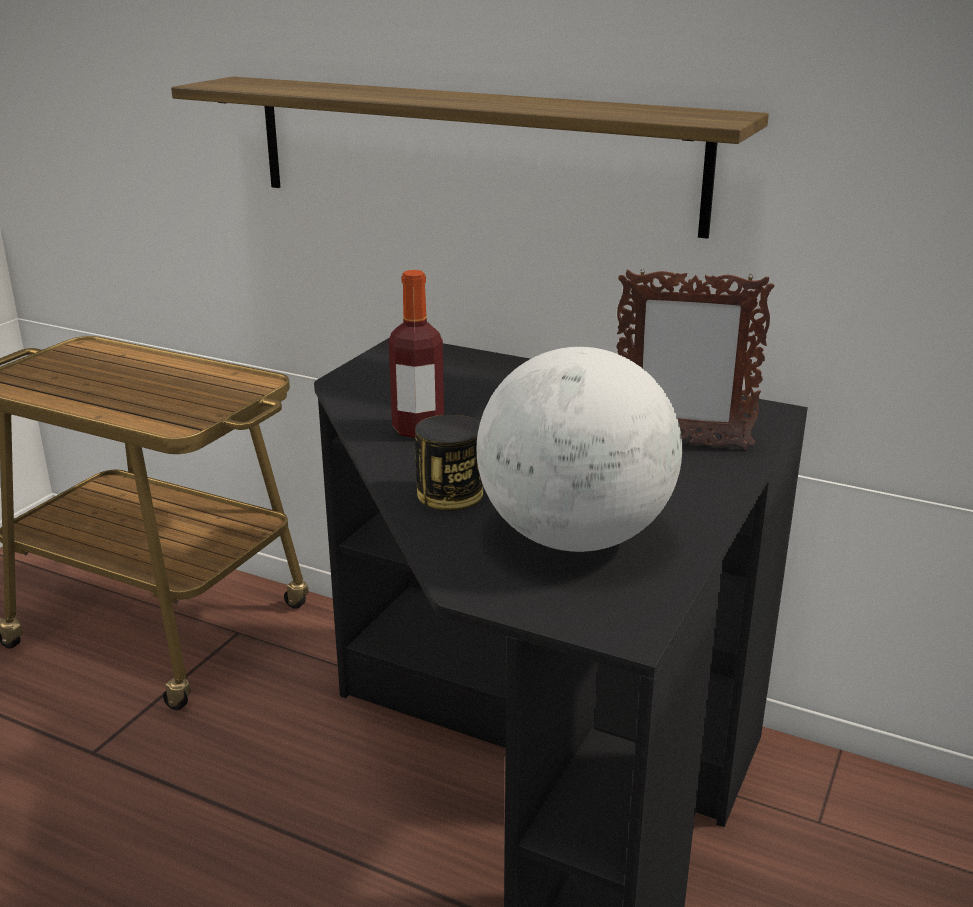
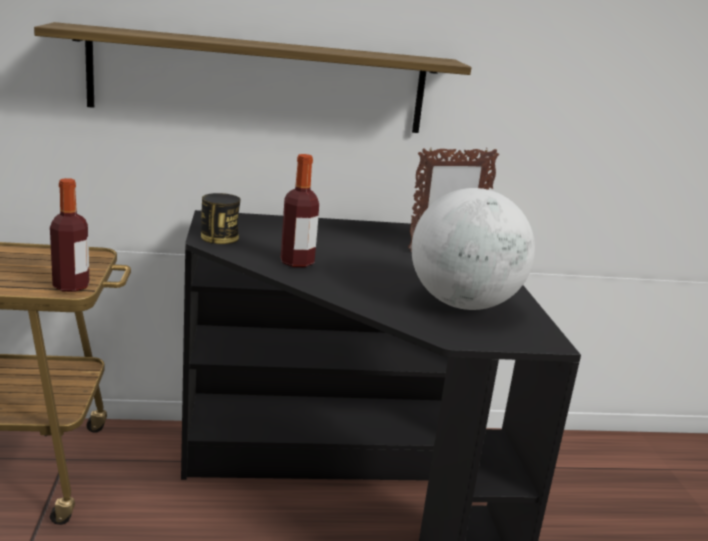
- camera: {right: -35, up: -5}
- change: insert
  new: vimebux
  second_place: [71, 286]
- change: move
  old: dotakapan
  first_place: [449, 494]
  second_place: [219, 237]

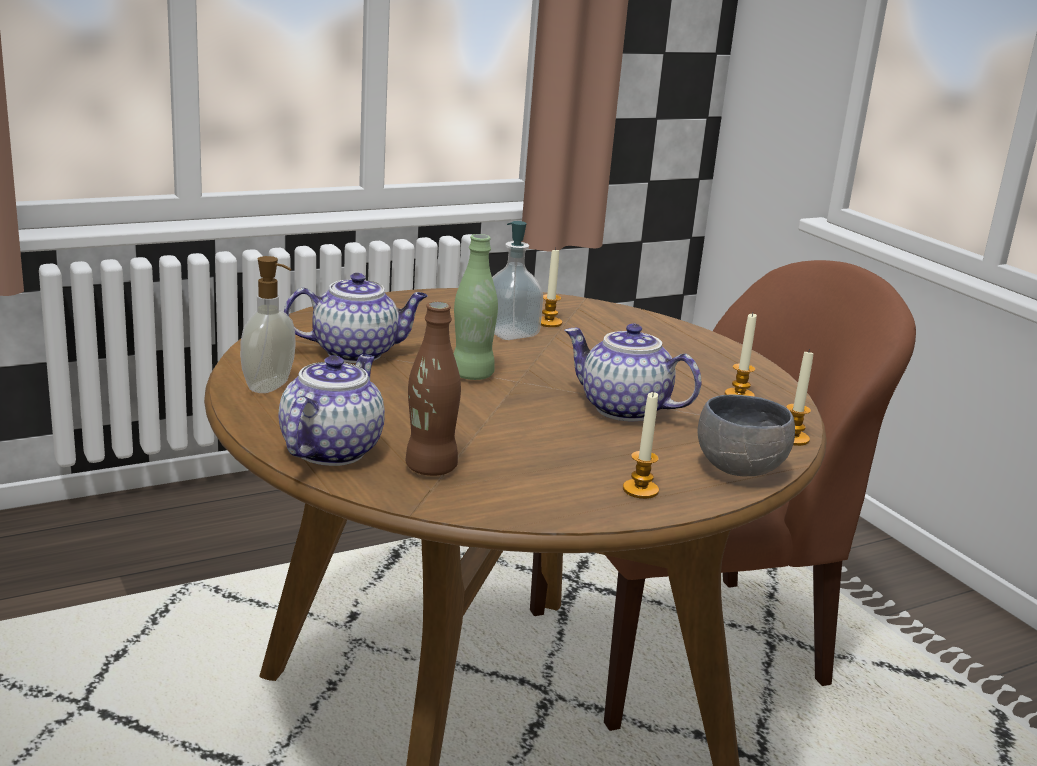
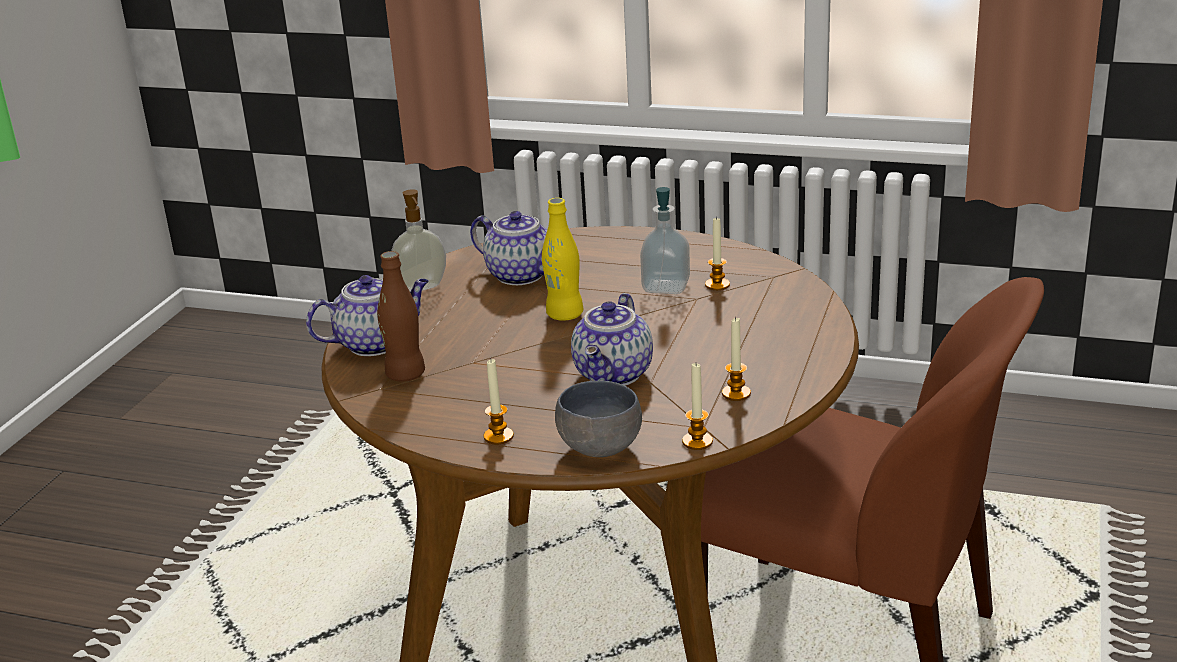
- camera: {right: 50, up: 5}
- change: recolor
  old: vimebux (green)
  new: vimebux (yellow)
  first_place: [472, 375]
  second_place: [564, 315]
- change: rotate
  old: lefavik
  first_place: [622, 409]
  second_place: [615, 375]
  degrees: -150

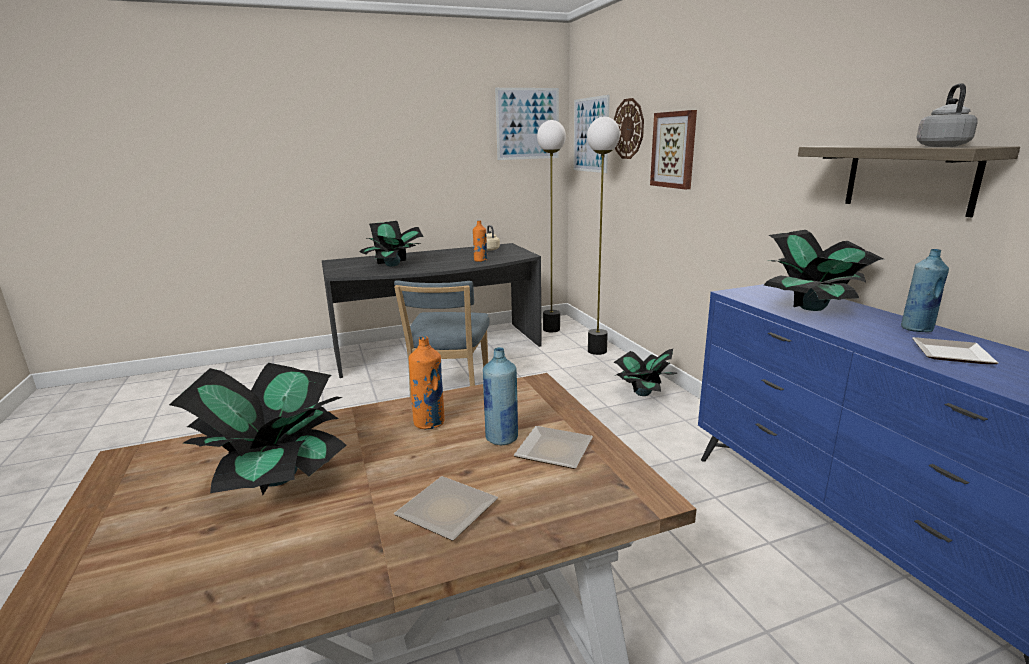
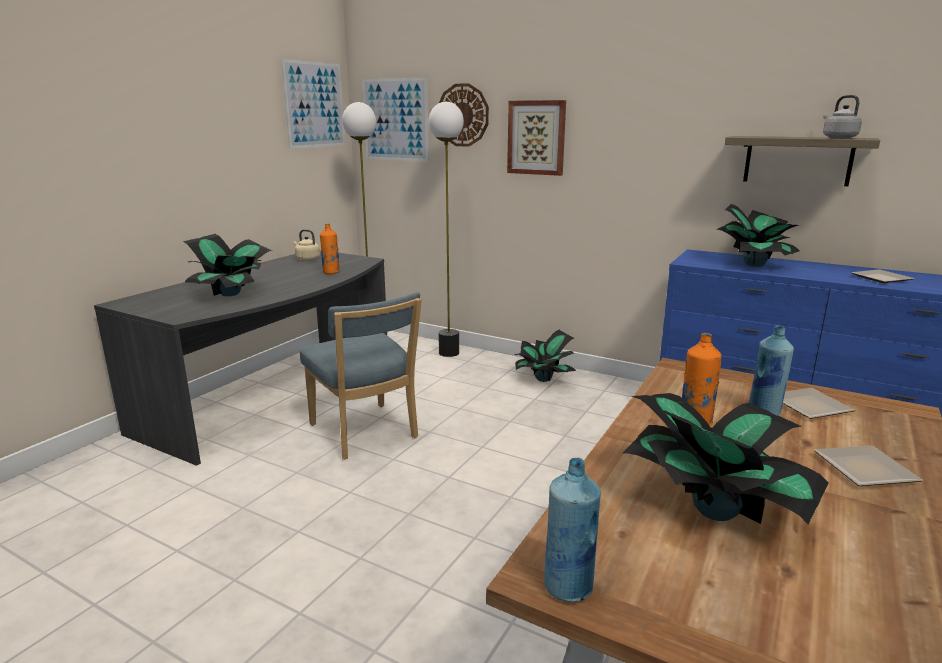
- camera: {right: -40, up: 0}
- change: move
  old: vimebux (blue)
  first_place: [917, 329]
  second_place: [568, 587]

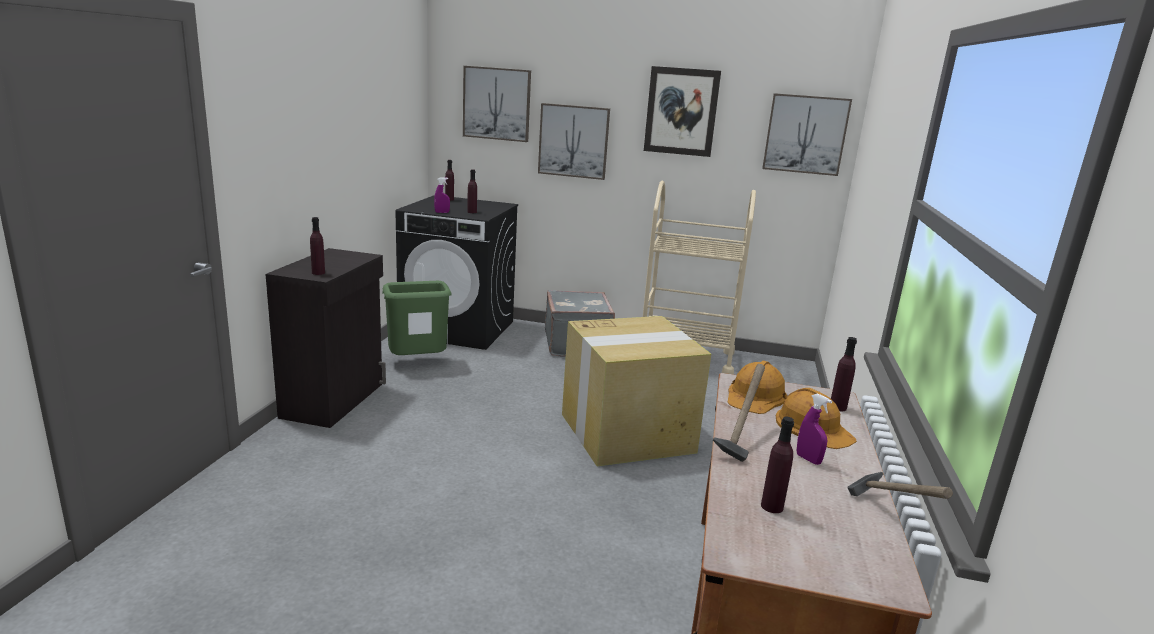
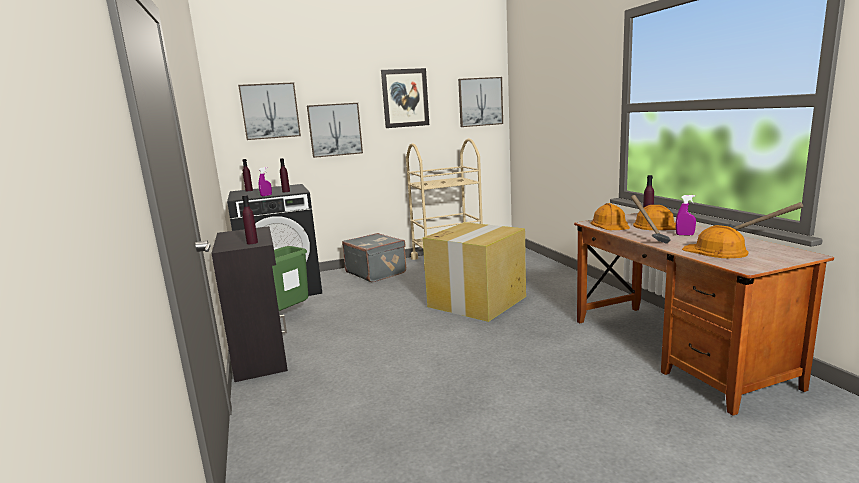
- camera: {right: -30, up: -5}
- change: replace
  old: vimebux (purple)
  new: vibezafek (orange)
  first_place: [772, 506]
  second_place: [715, 251]

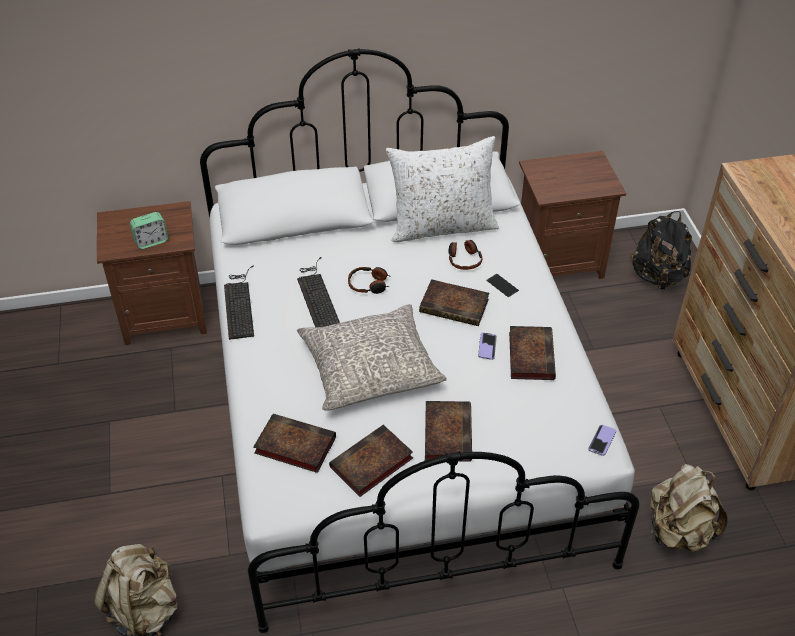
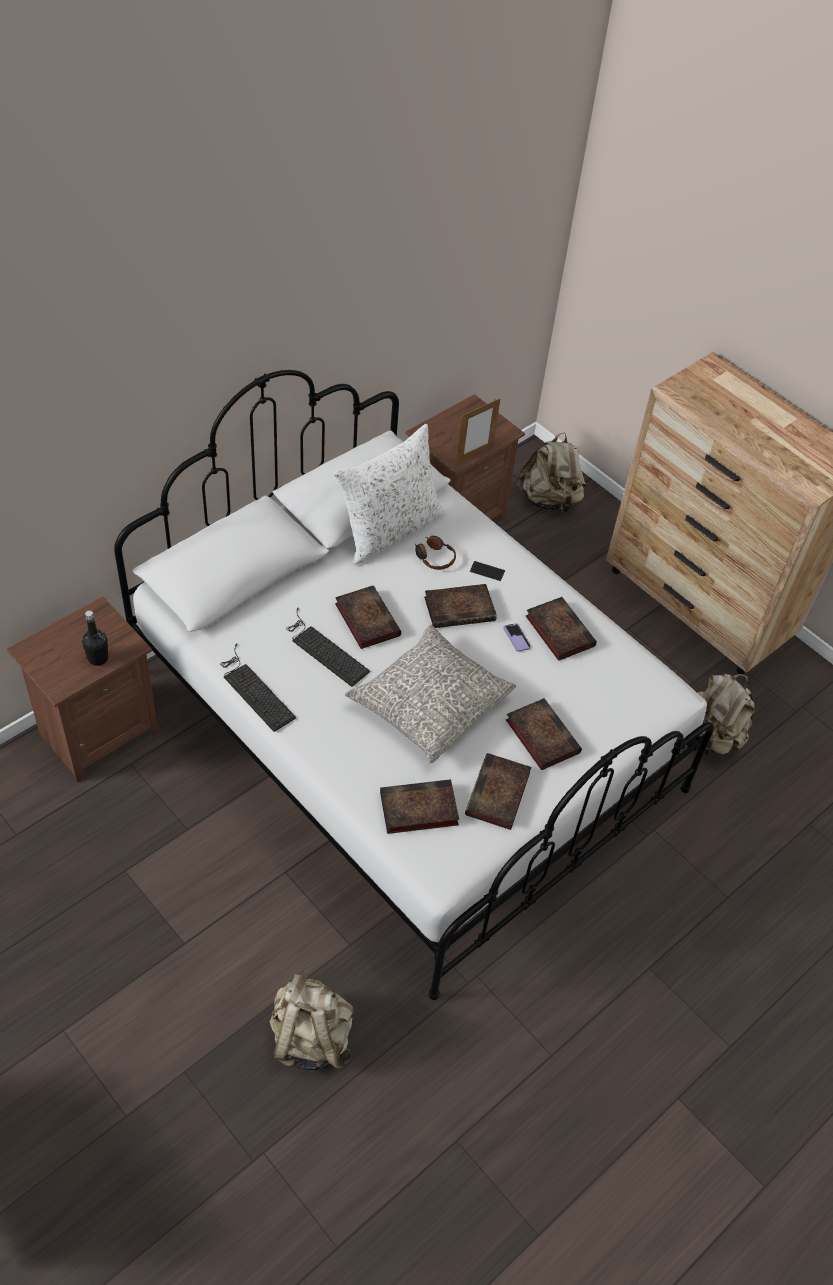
- camera: {right: -35, up: 5}
- change: replace
  old: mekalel
  new: vimebux (black)
  first_place: [151, 241]
  second_place: [98, 658]
- change: replace
  old: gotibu
  new: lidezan
  first_place: [369, 285]
  second_place: [366, 619]
- change: insert
  new: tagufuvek
  second_place: [475, 454]
- change: recolor
  old: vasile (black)
  new: vasile (beige)
  first_place: [657, 276]
  second_place: [549, 500]
- change: delete
  old: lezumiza
  first_place: [602, 441]

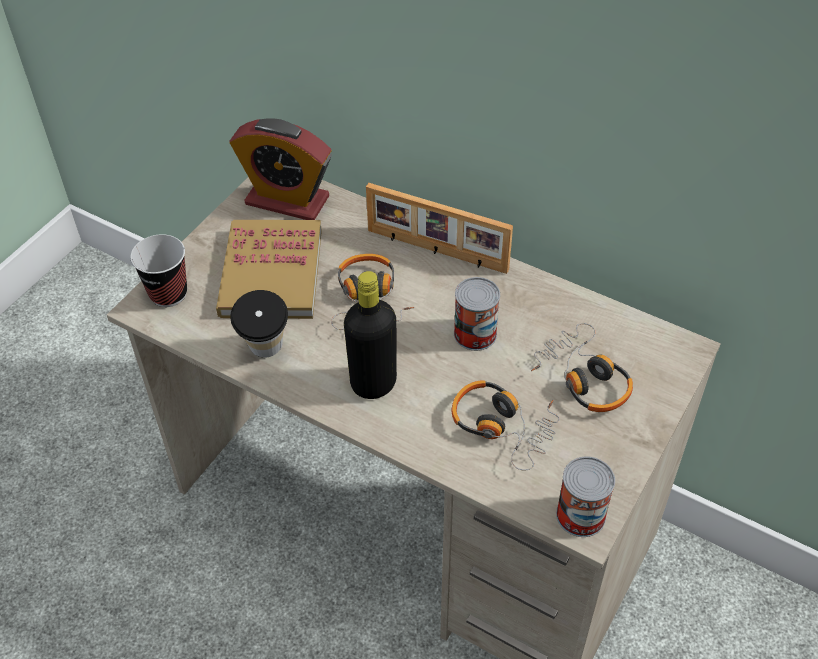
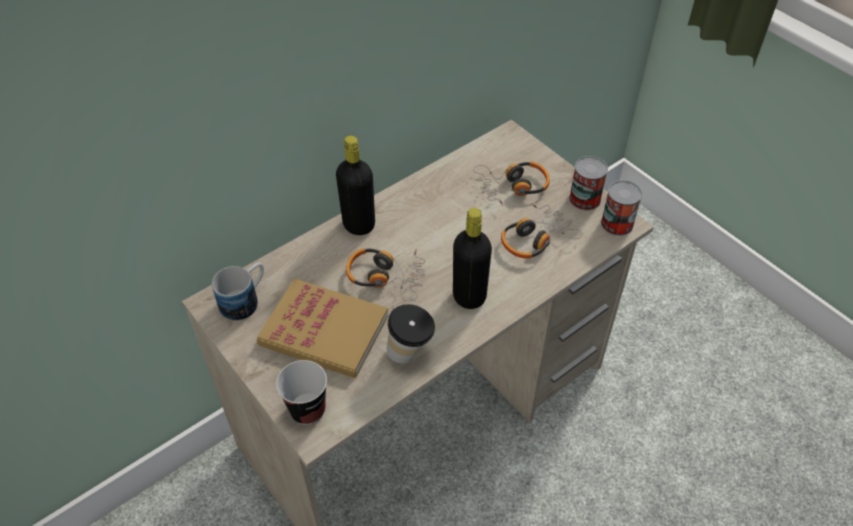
- camera: {right: -70, up: 0}
- change: replace
  old: mekalel
  new: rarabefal
  first_place: [287, 200]
  second_place: [245, 300]
- change: replace
  old: tagufuvek
  new: vimebux (black)
  first_place: [436, 251]
  second_place: [359, 225]
- change: move
  old: dotakapan
  first_place: [475, 334]
  second_place: [584, 199]

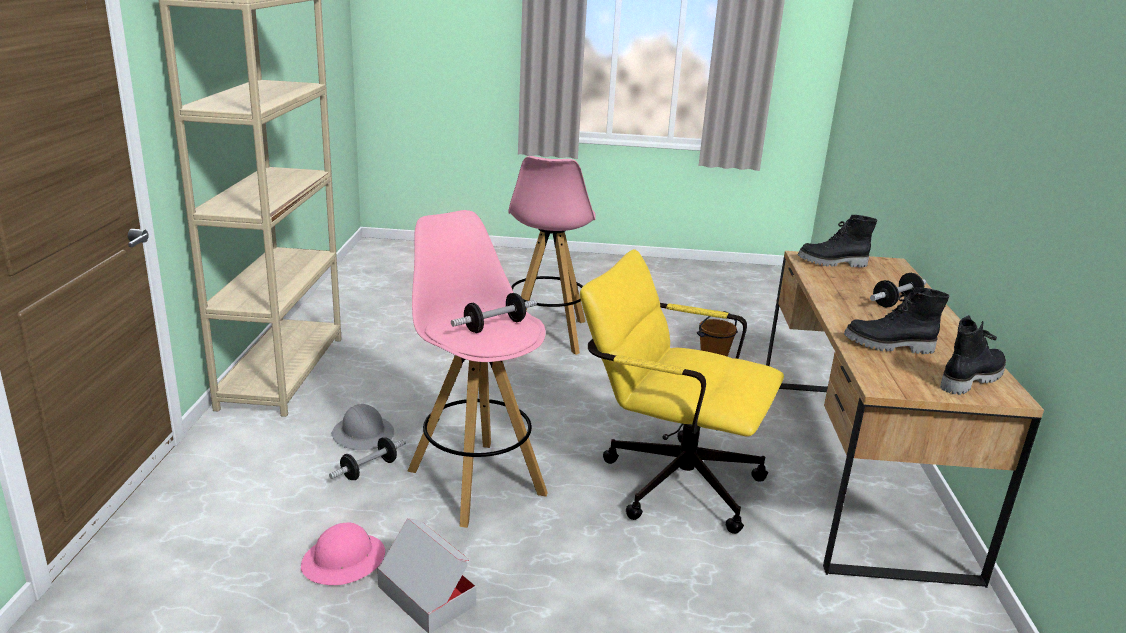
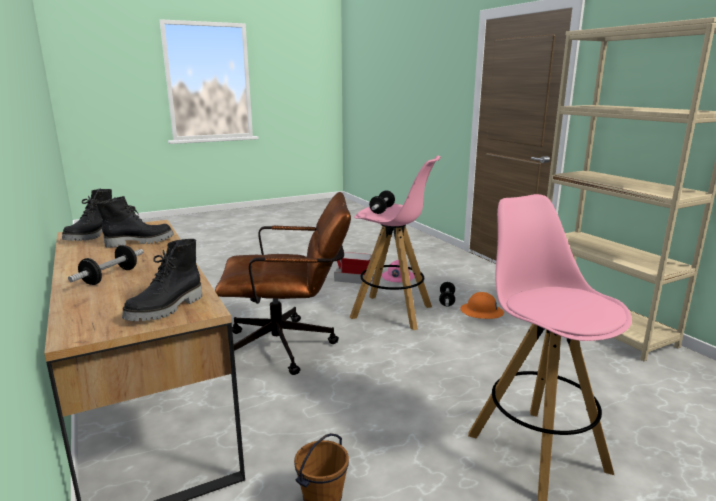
- camera: {right: 150, up: -5}
- change: rotate
  old: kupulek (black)
  first_place: [832, 263]
  second_place: [166, 309]
  degrees: 150
- change: recolor
  old: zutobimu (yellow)
  new: zutobimu (brown)
  first_place: [668, 479]
  second_place: [289, 346]
- change: recolor
  old: vibezafek (grey)
  new: vibezafek (orange)
  first_place: [363, 434]
  second_place: [481, 312]

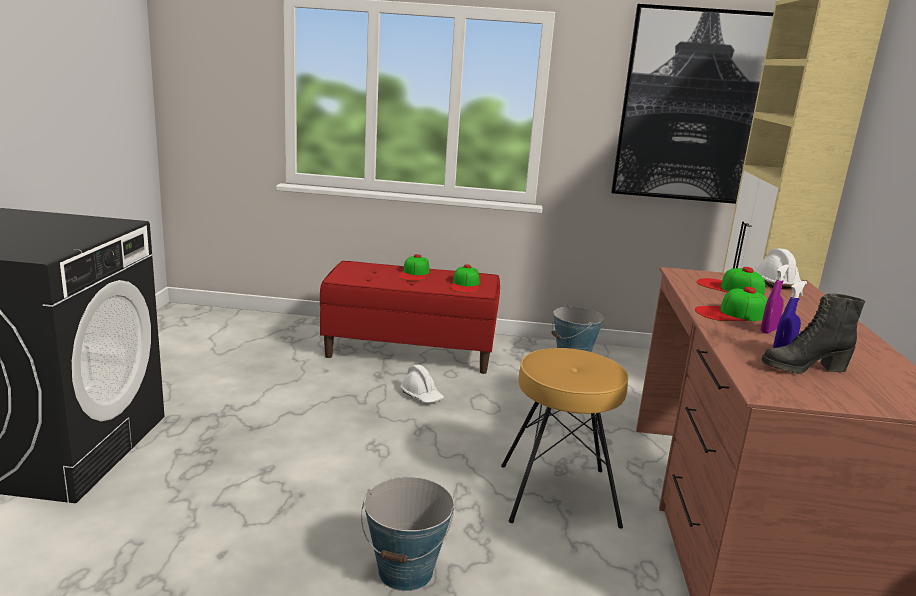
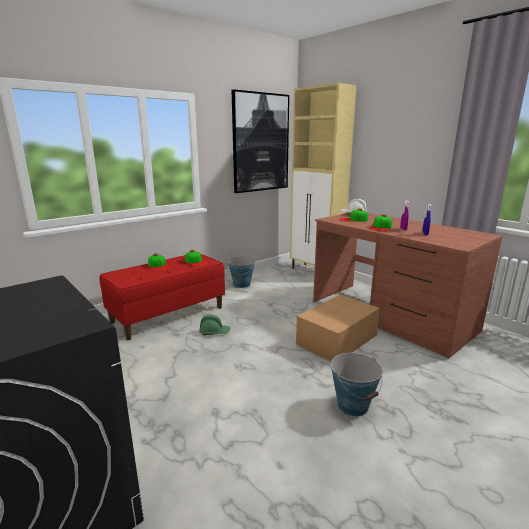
- camera: {right: -45, up: 0}
- change: recolor
  old: vibezafek (white)
  new: vibezafek (green)
  first_place: [421, 395]
  second_place: [214, 332]
- change: replace
  old: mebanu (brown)
  new: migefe
  first_place: [557, 494]
  second_place: [336, 339]
- change: delete
  old: kupulek (black)
  first_place: [802, 368]

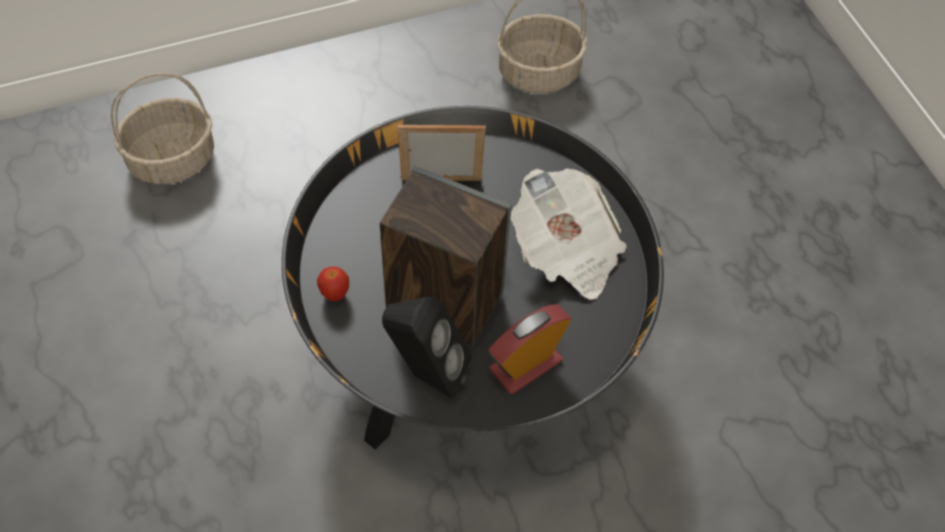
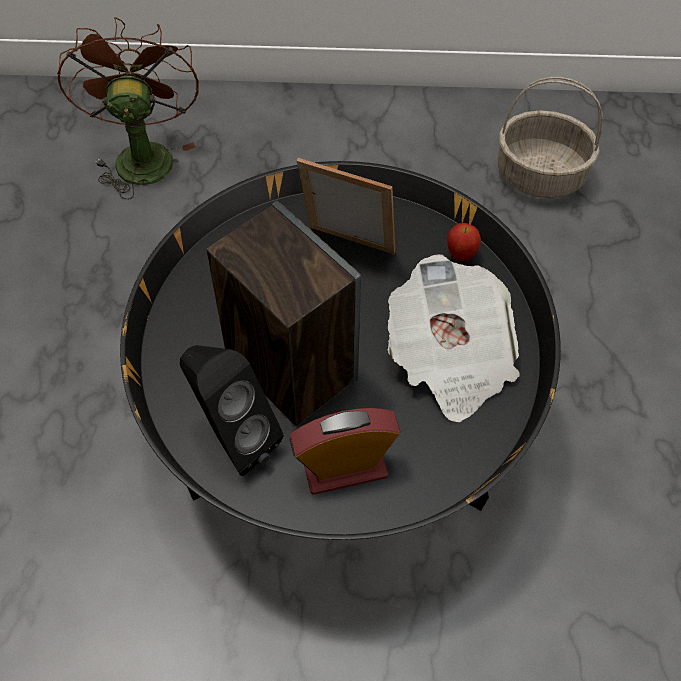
- camera: {right: 25, up: 0}
- change: replace
  old: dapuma
  new: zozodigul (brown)
  first_place: [171, 160]
  second_place: [142, 154]
- change: move
  old: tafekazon
  first_place: [335, 294]
  second_place: [461, 255]

